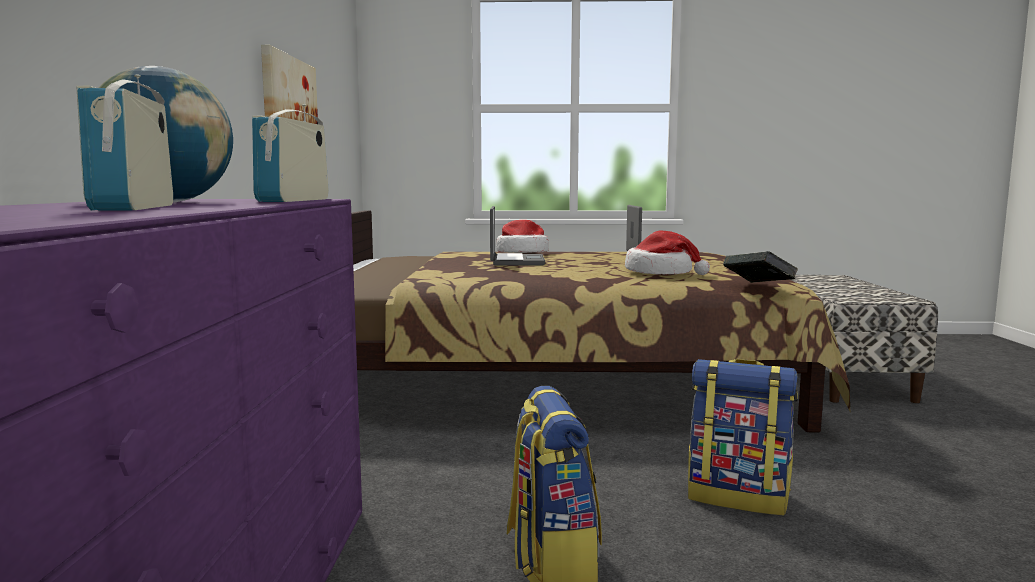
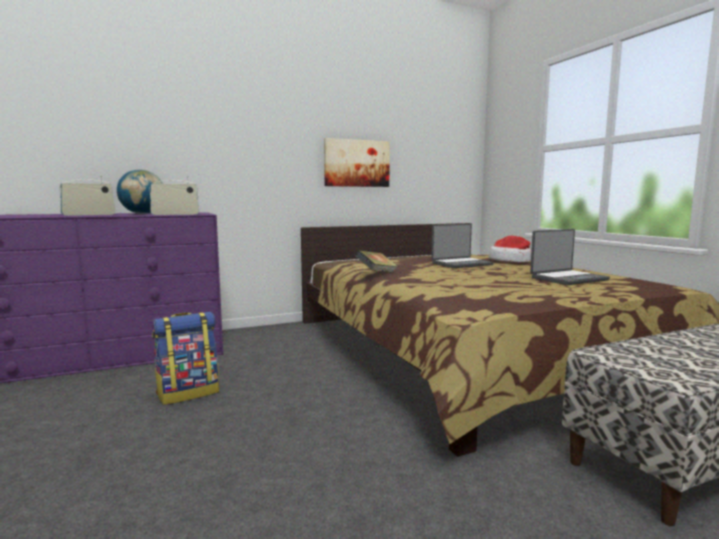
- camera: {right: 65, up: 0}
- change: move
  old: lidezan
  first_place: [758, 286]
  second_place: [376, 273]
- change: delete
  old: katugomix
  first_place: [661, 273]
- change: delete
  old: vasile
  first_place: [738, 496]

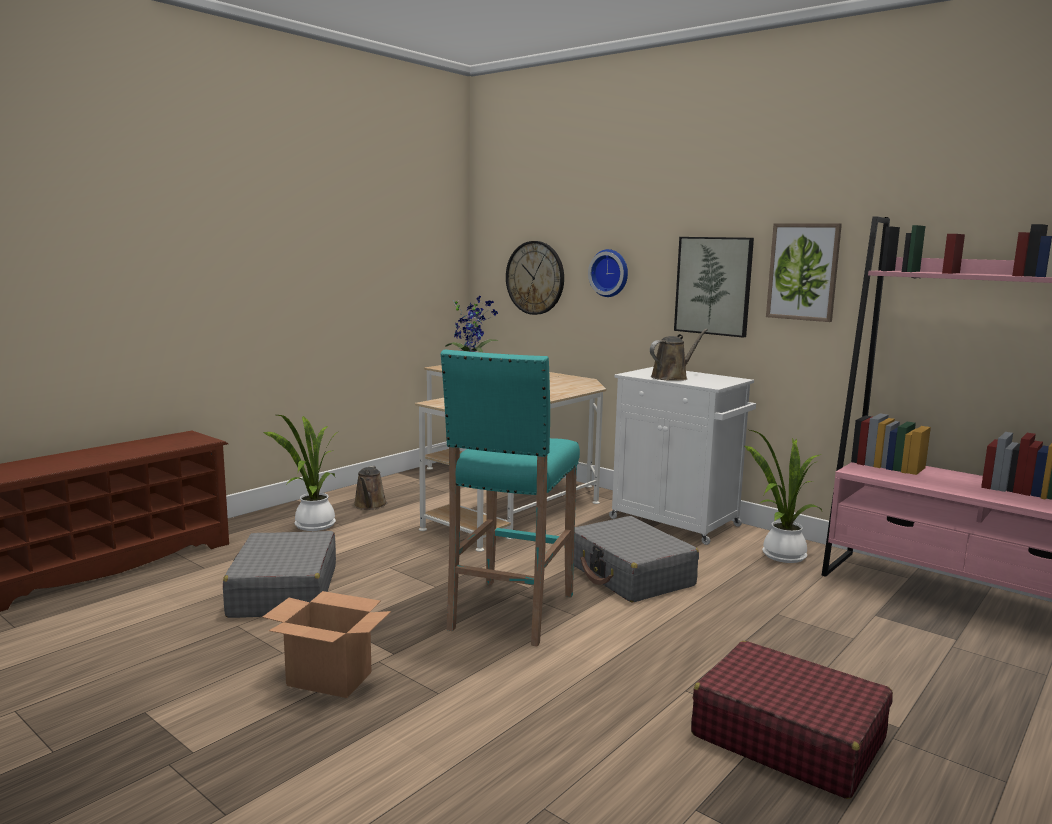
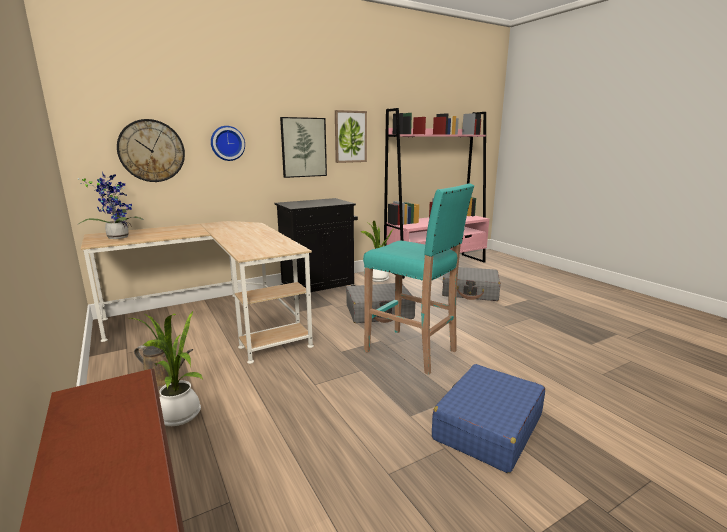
- camera: {right: -70, up: 5}
- change: recolor
  old: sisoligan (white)
  new: sisoligan (black)
  first_place: [677, 523]
  second_place: [319, 288]
- change: replace
  old: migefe
  new: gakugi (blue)
  first_place: [328, 679]
  second_place: [487, 427]
- change: move
  old: gakugi (grey)
  first_place: [283, 591]
  second_place: [470, 292]
- change: delete
  old: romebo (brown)
  first_place: [672, 377]
- change: delete
  old: gakugi (red)
  first_place: [787, 737]

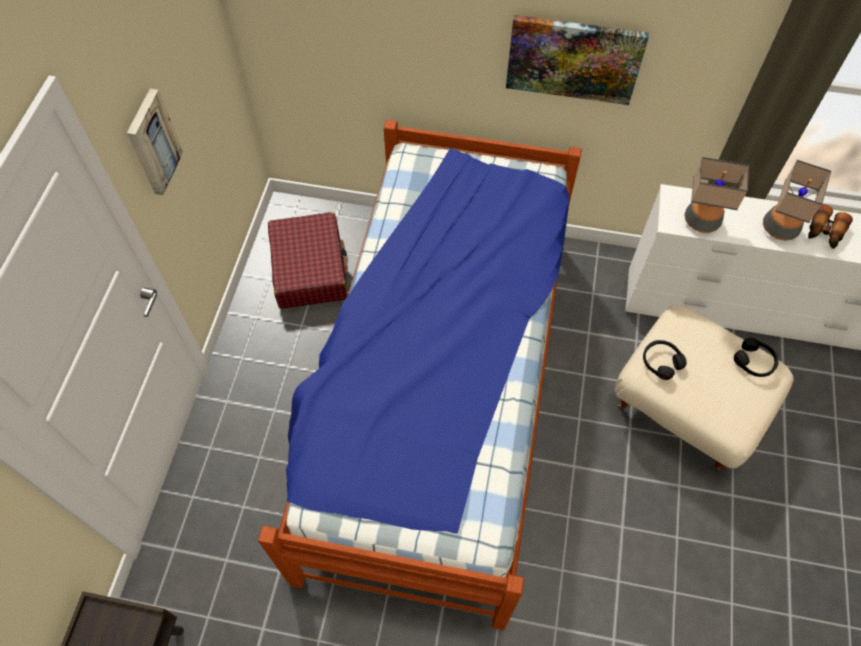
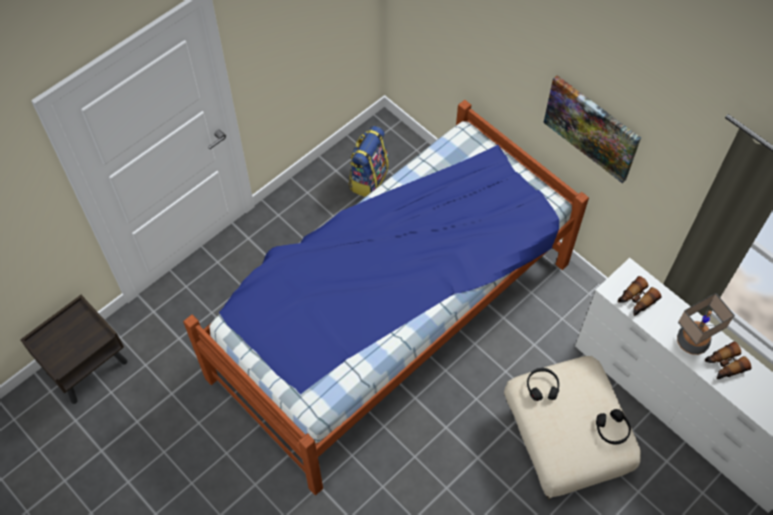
- camera: {right: 35, up: 0}
- change: replace
  old: gakugi (red)
  new: vasile
  first_place: [309, 268]
  second_place: [368, 178]
- change: replace
  old: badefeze
  new: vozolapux
  first_place: [701, 220]
  second_place: [636, 300]
- change: delete
  old: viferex
  first_place: [152, 142]

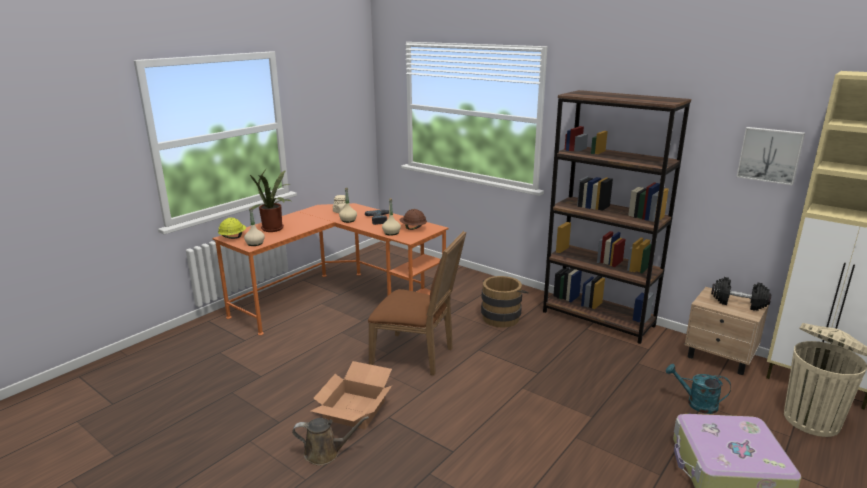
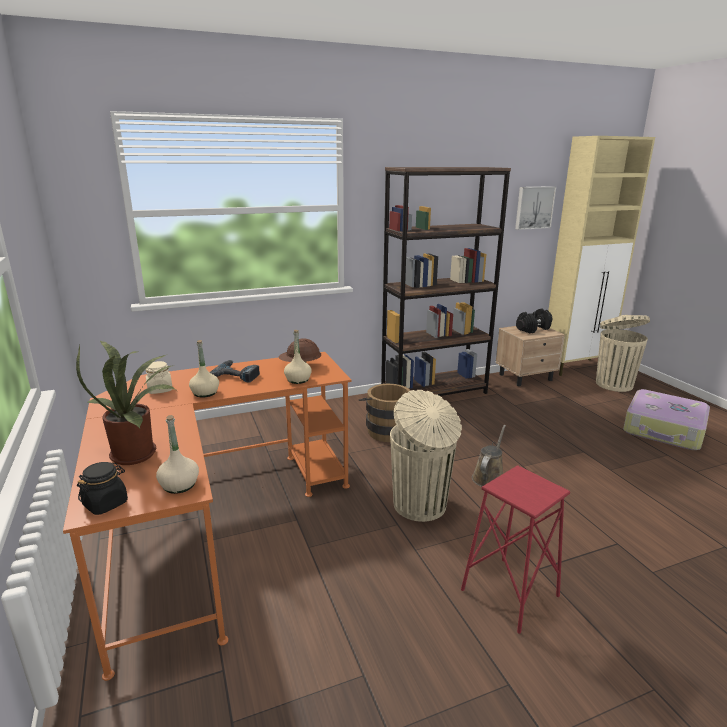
- camera: {right: -60, up: 0}
- change: replace
  old: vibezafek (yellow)
  new: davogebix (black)
  first_place: [233, 237]
  second_place: [106, 503]
- change: replace
  old: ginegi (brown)
  new: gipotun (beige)
  first_place: [417, 356]
  second_place: [421, 505]
- change: replace
  old: migefe
  new: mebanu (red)
  first_place: [354, 409]
  second_place: [509, 593]
- change: move
  old: romebo (brown)
  first_place: [325, 453]
  second_place: [488, 477]
- change: delete
  old: romebo (turquoise)
  first_place: [696, 403]

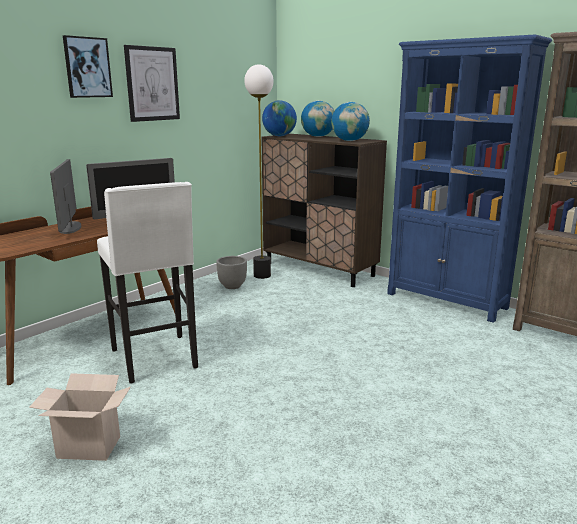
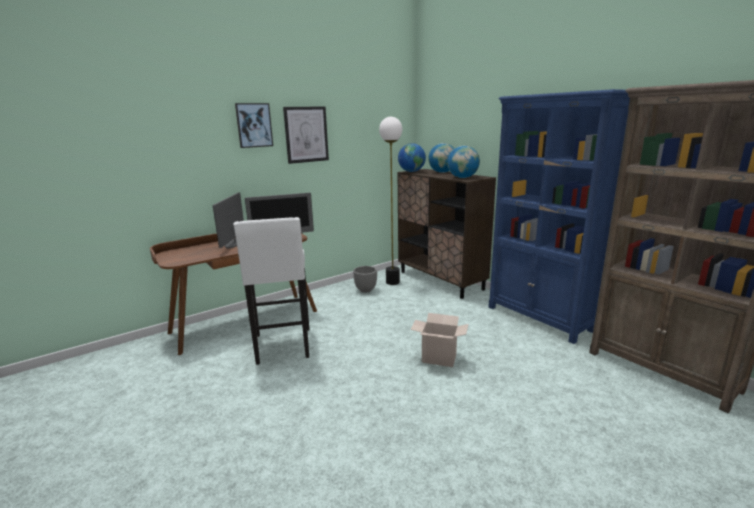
- camera: {right: 15, up: 0}
- change: move
  old: migefe
  first_place: [86, 448]
  second_place: [437, 359]

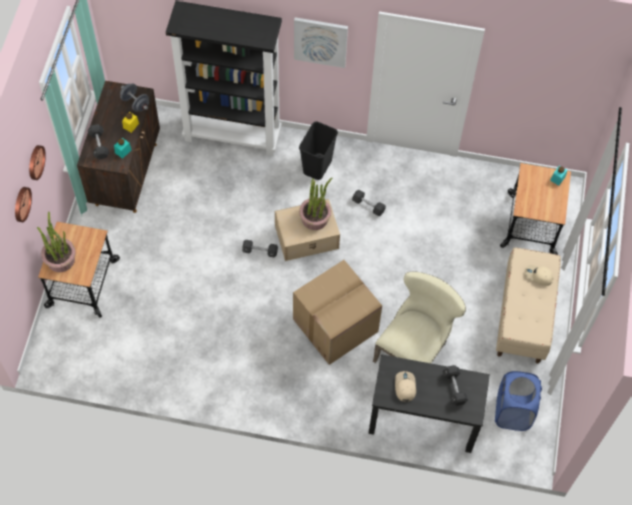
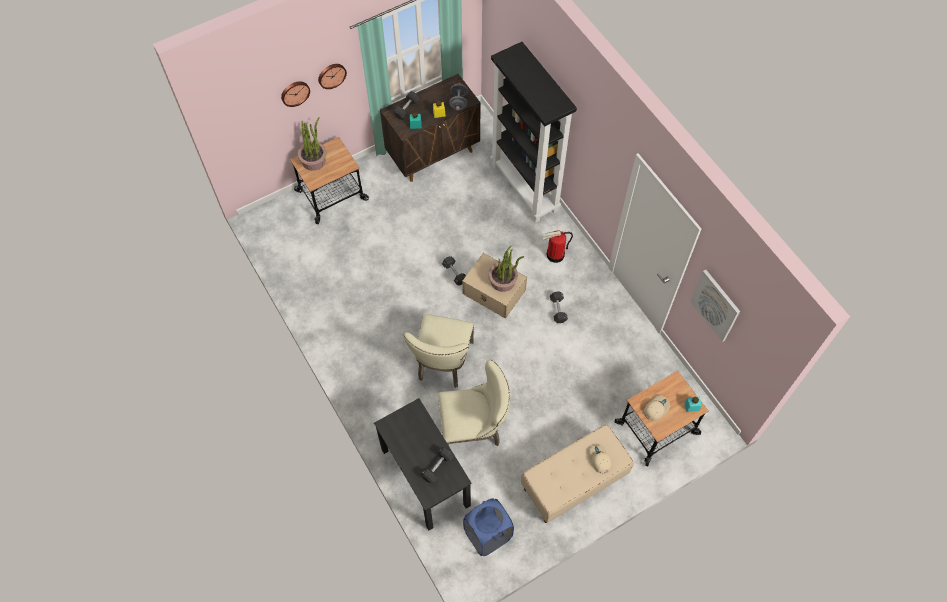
- camera: {right: 50, up: 0}
- change: replace
  old: migefe
  new: ginegi (beige)
  first_place: [335, 326]
  second_place: [443, 364]
- change: replace
  old: gipotun (black)
  new: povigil
  first_place: [317, 167]
  second_place: [555, 255]
- change: move
  old: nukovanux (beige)
  first_place: [405, 387]
  second_place: [656, 408]
- change: move
  old: viferex
  first_place: [320, 41]
  second_place: [715, 305]

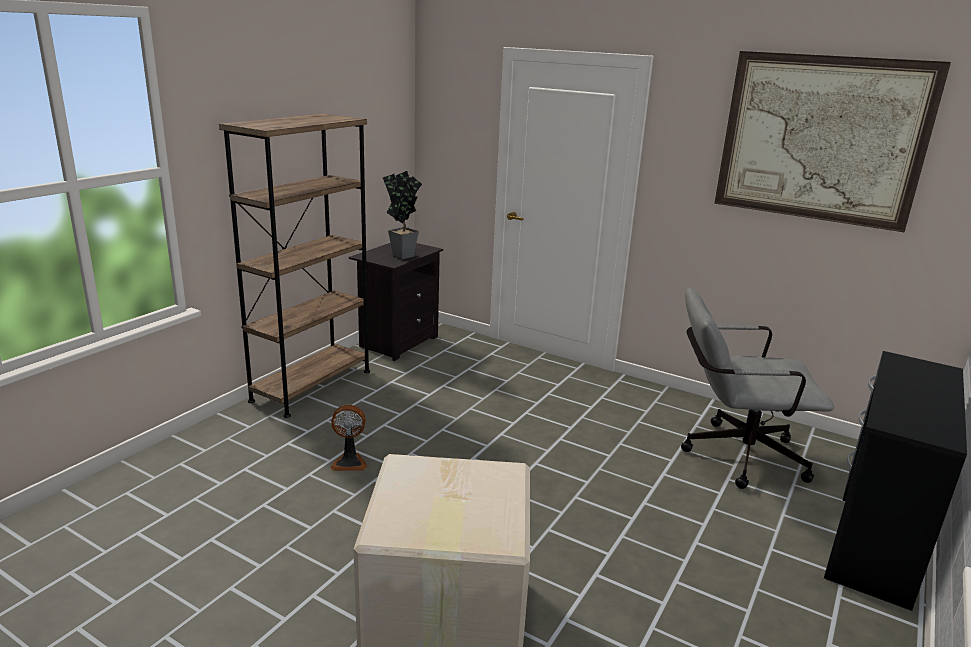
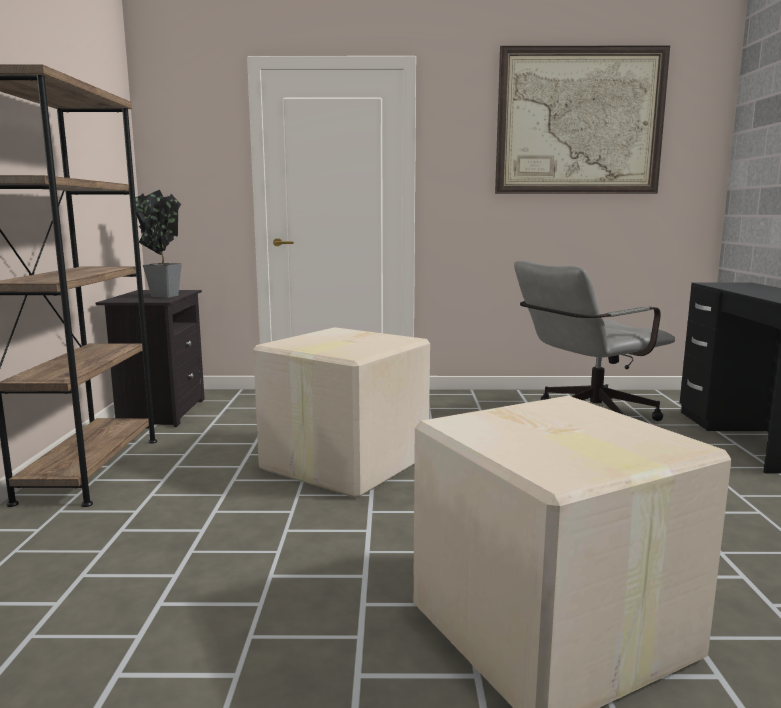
- camera: {right: -30, up: -10}
- change: insert
  new: migefe
  second_place: [342, 463]
- change: delete
  old: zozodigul
  first_place: [349, 462]

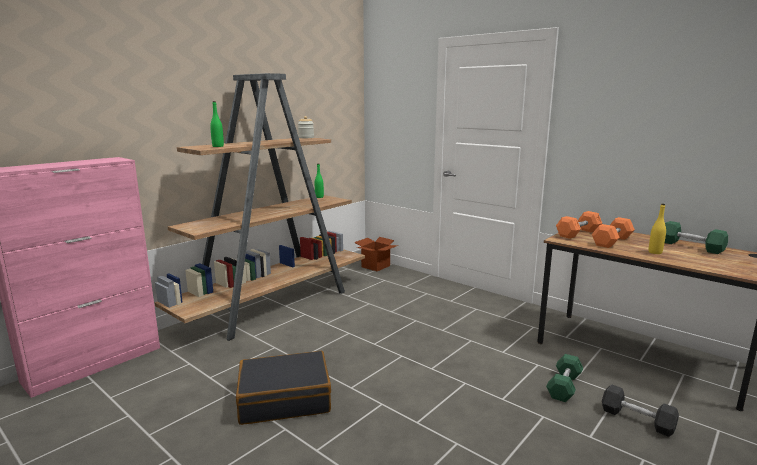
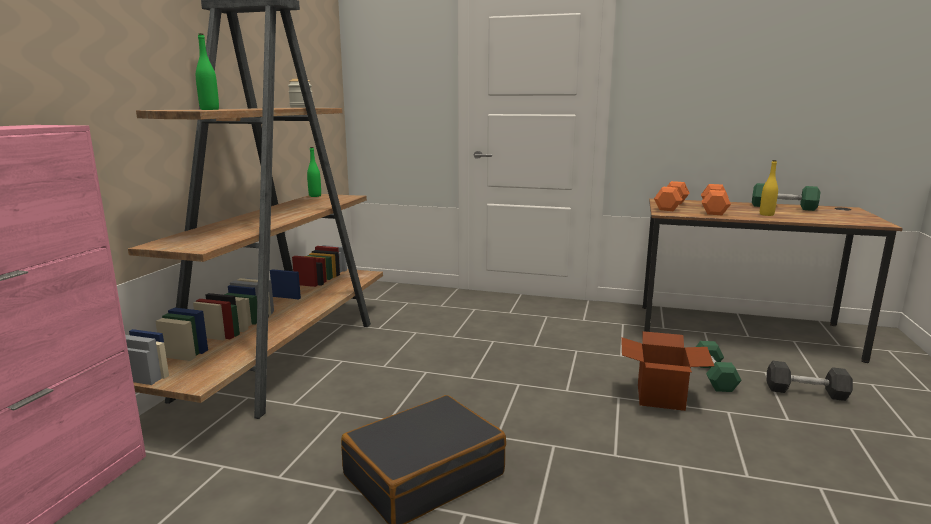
- camera: {right: -25, up: 0}
- change: move
  old: migefe
  first_place: [375, 266]
  second_place: [660, 396]

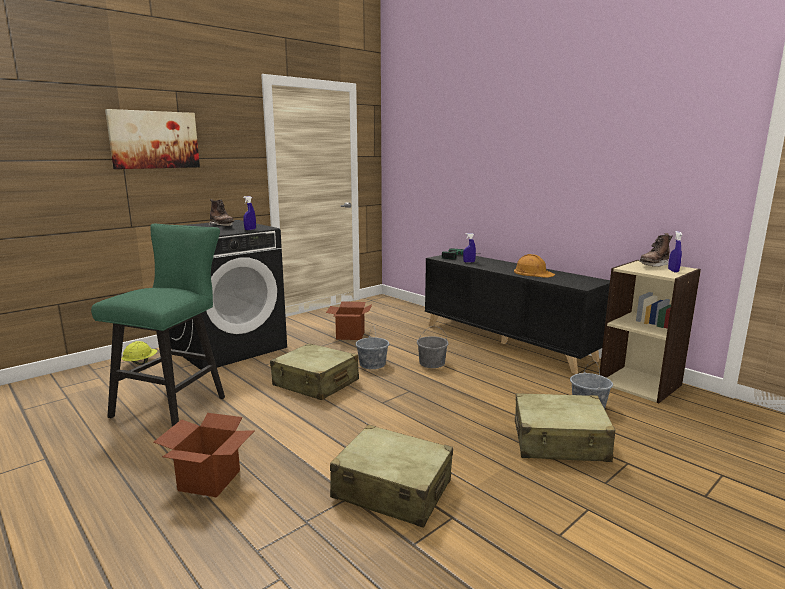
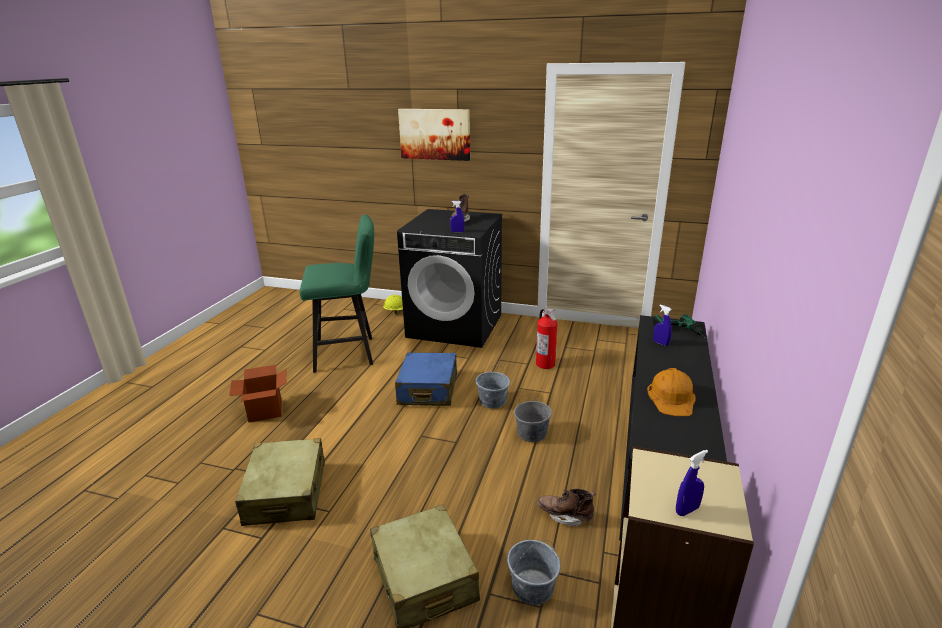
- camera: {right: 60, up: 10}
- change: recolor
  old: gakugi (beige)
  new: gakugi (blue)
  first_place: [315, 383]
  second_place: [428, 389]
- change: replace
  old: migefe
  new: povigil
  first_place: [350, 335]
  second_place: [545, 364]
- change: move
  old: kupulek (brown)
  first_place: [653, 265]
  second_place: [565, 515]

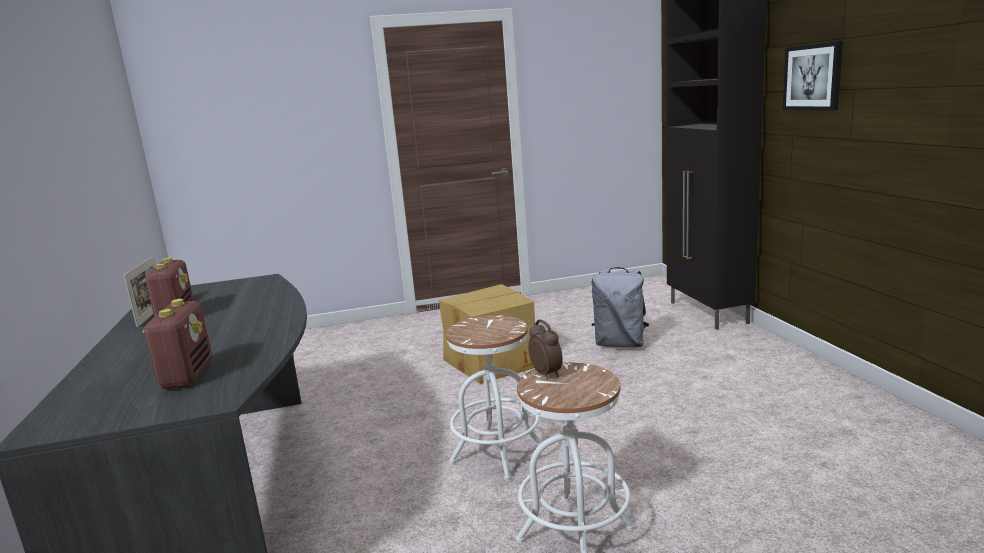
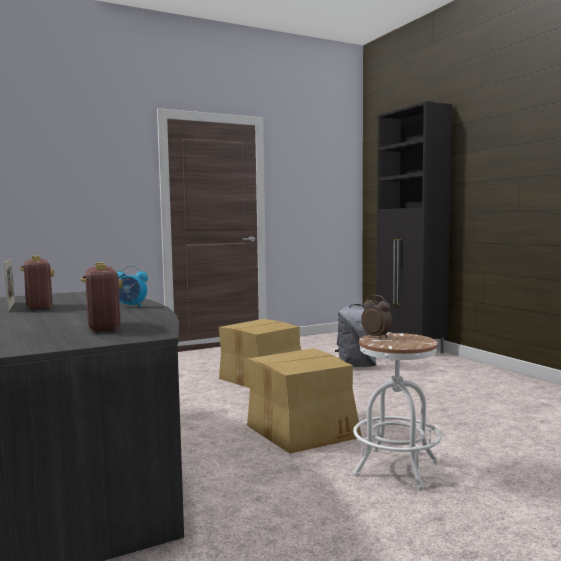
- camera: {right: -15, up: -10}
- change: insert
  new: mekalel
  second_place: [131, 306]
- change: replace
  old: mebanu (white)
  new: migefe
  first_place: [497, 454]
  second_place: [303, 429]
- change: delete
  old: viferex
  first_place: [813, 77]

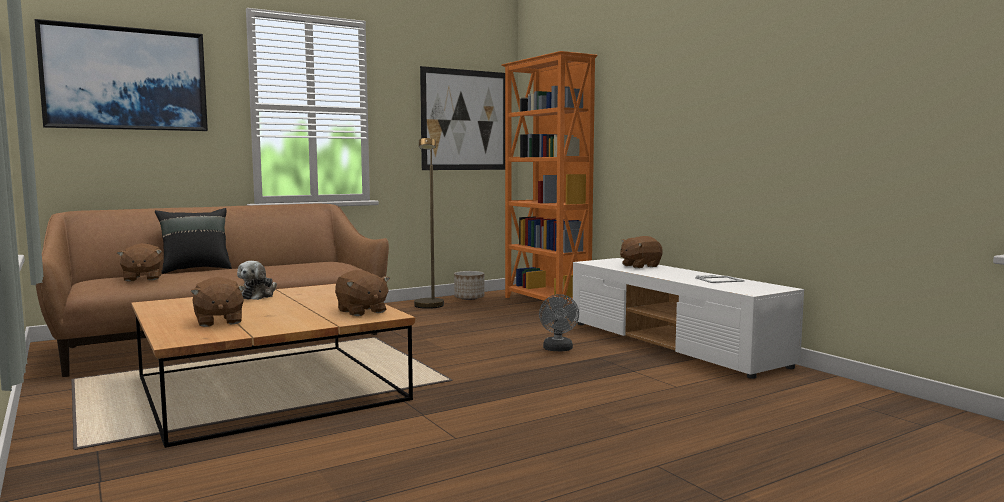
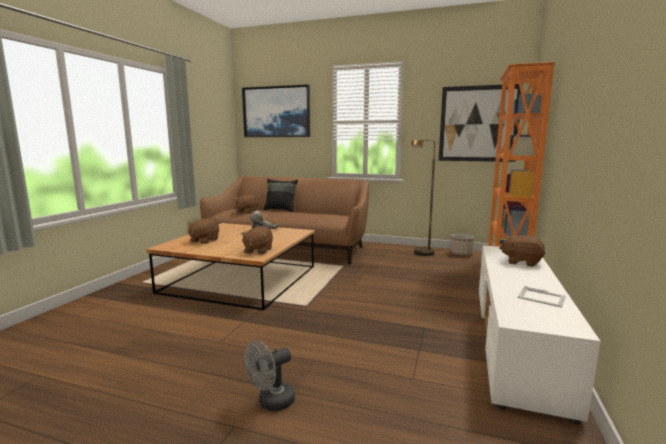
- camera: {right: 50, up: 5}
- change: move
  old: zozodigul (grey)
  first_place: [558, 349]
  second_place: [271, 402]

